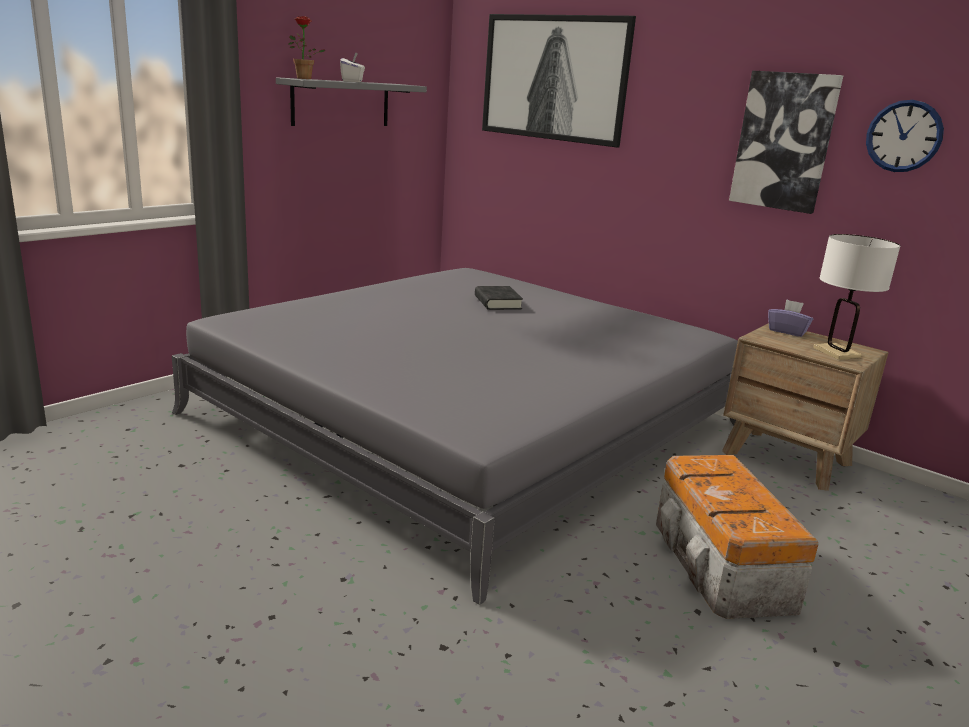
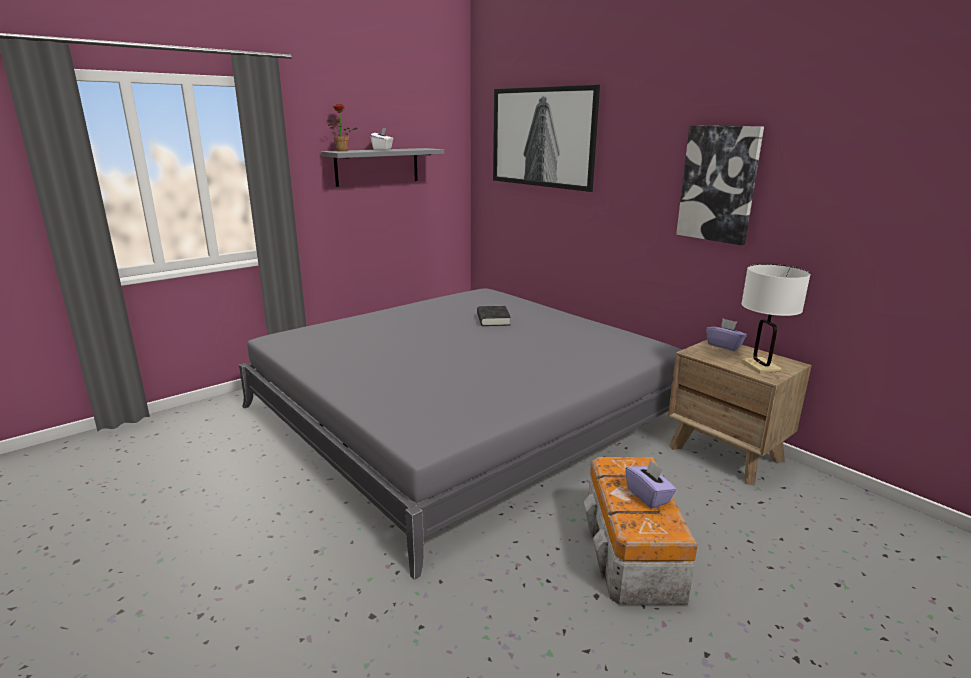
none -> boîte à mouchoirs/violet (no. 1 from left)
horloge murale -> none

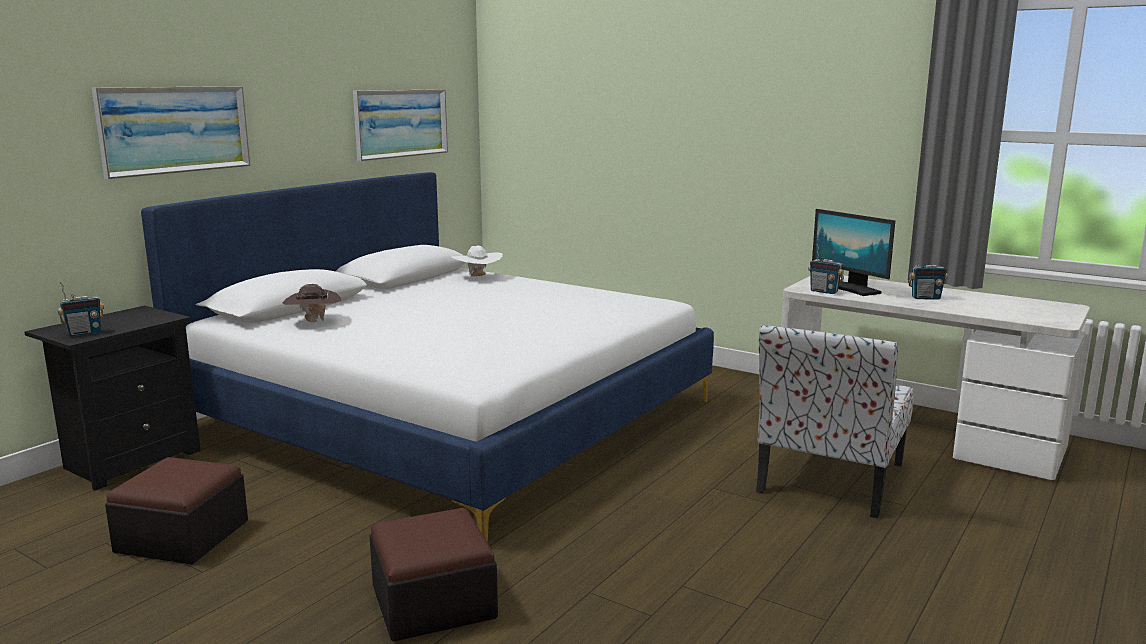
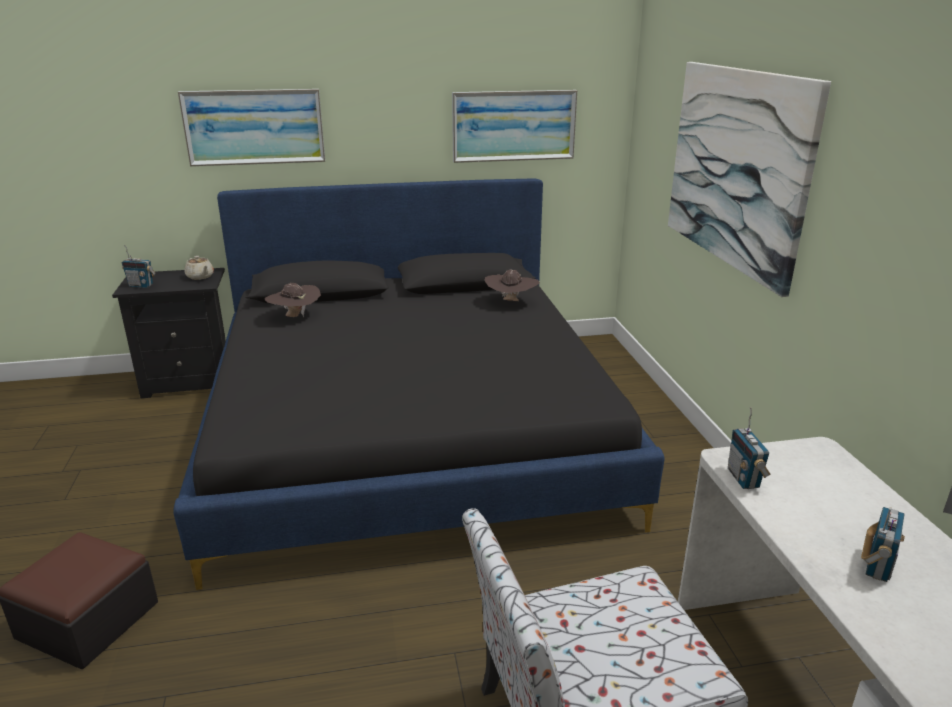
lit/blanc -> lit/noir
none -> théière/beige
chapeau/blanc -> chapeau/marron (no. 2 from left)
none -> tableau (no. 3 from left)
radio (no. 3 from left), 105 degrees counterclockwise
pouf (no. 1 from left) -> none
écran d'ordinateur -> none

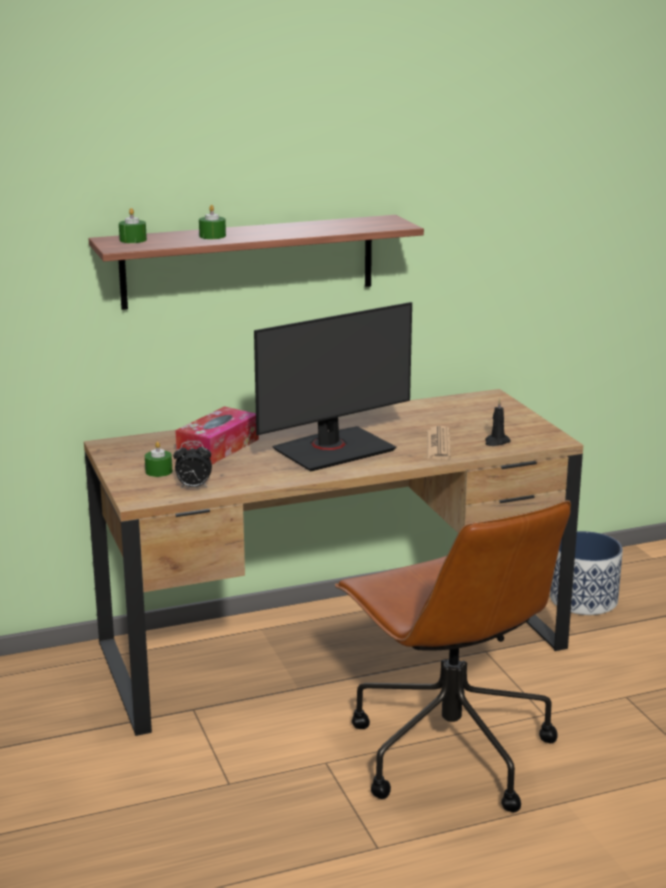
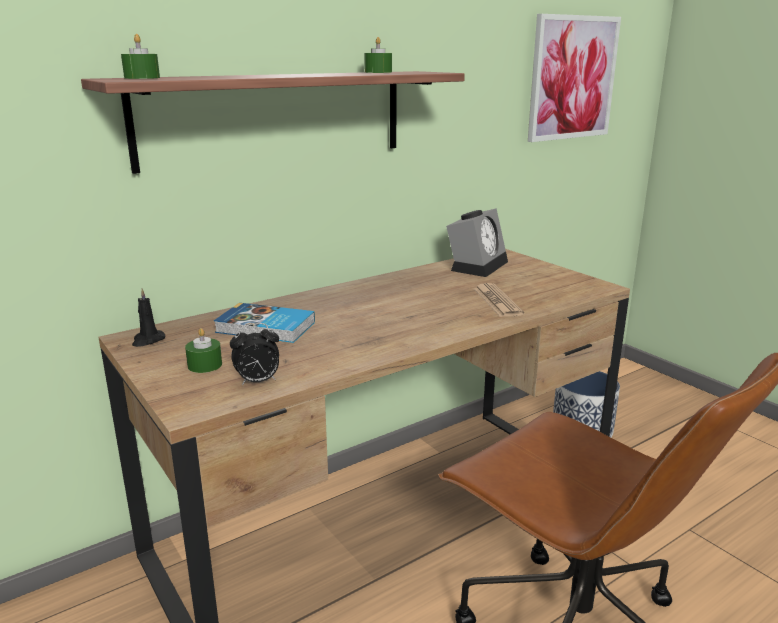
bougie/noir, relocated
boîte à mouchoirs -> livre
bougie/vert (no. 3 from left), relocated
none -> réveil (no. 2 from left)
none -> tableau
écran d'ordinateur -> none

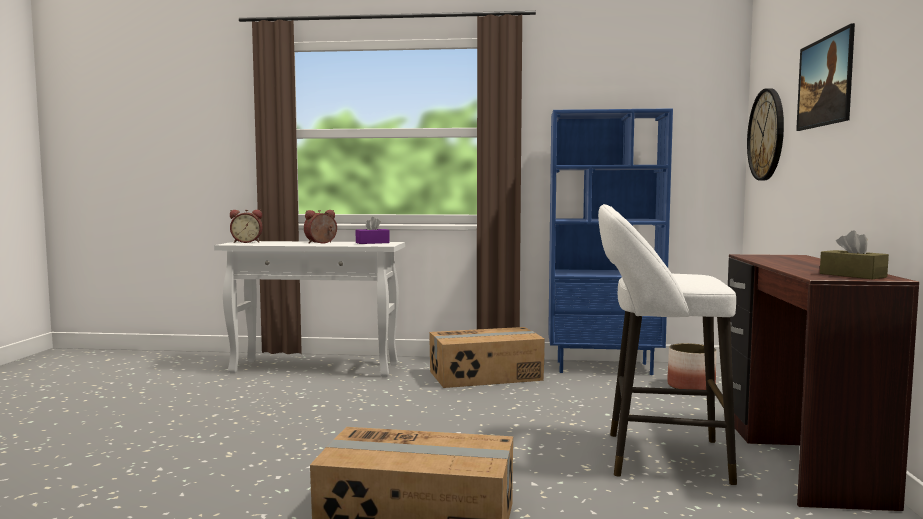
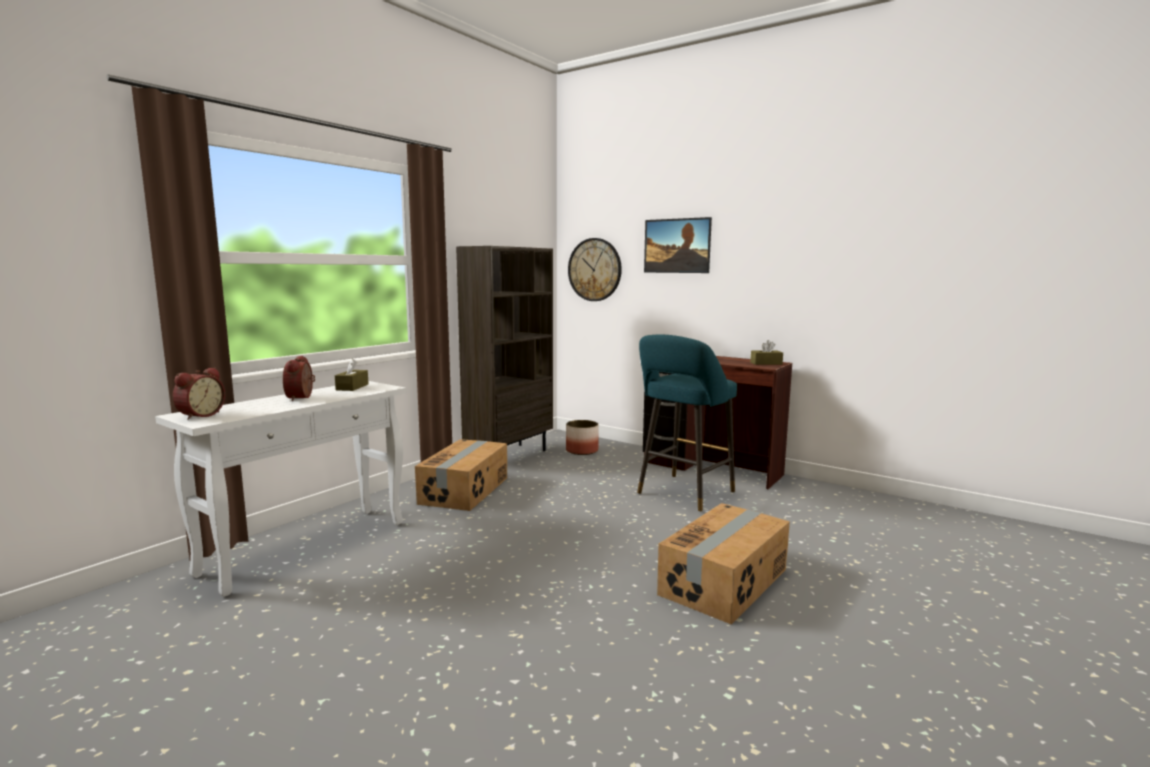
boîte à mouchoirs/violet -> boîte à mouchoirs/marron (no. 1 from left)
bibliothèque/bleu -> bibliothèque/marron
tabouret/blanc -> tabouret/turquoise

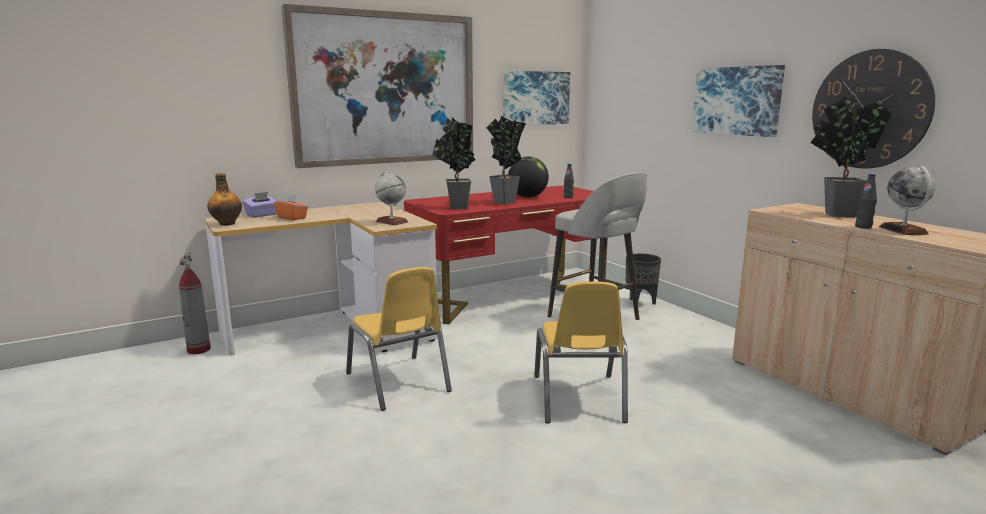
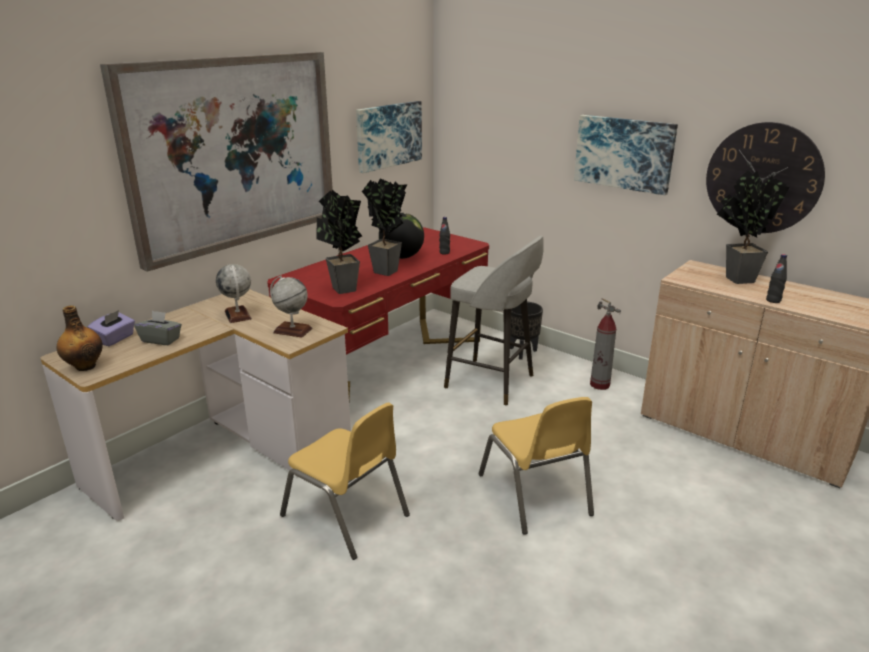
boîte à mouchoirs/orange -> boîte à mouchoirs/gris
globe (no. 3 from left in the first image) -> globe (no. 1 from left), relocated
extincteur, relocated

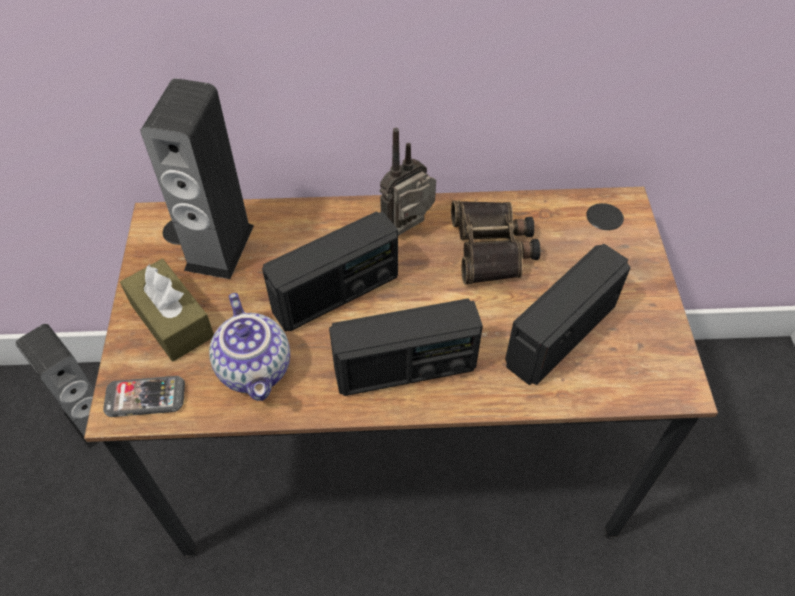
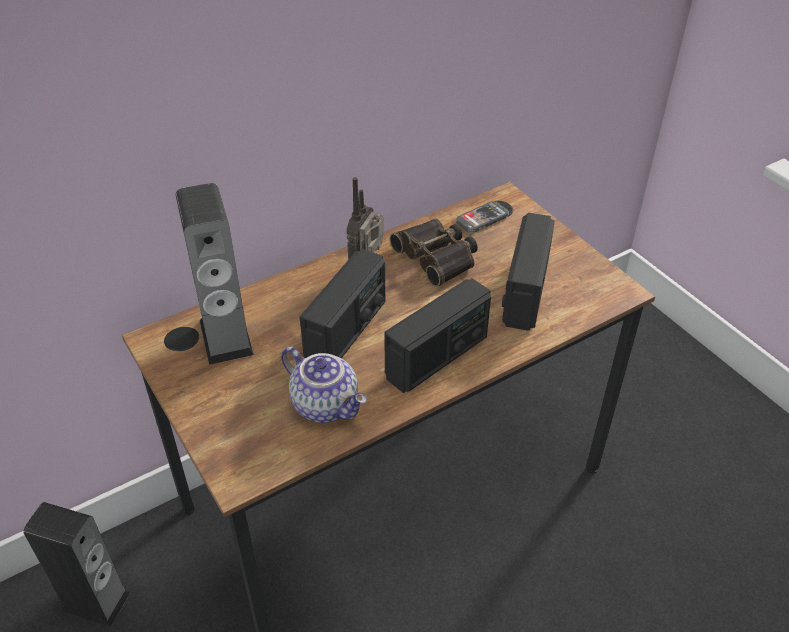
téléphone, relocated
boîte à mouchoirs/marron -> none

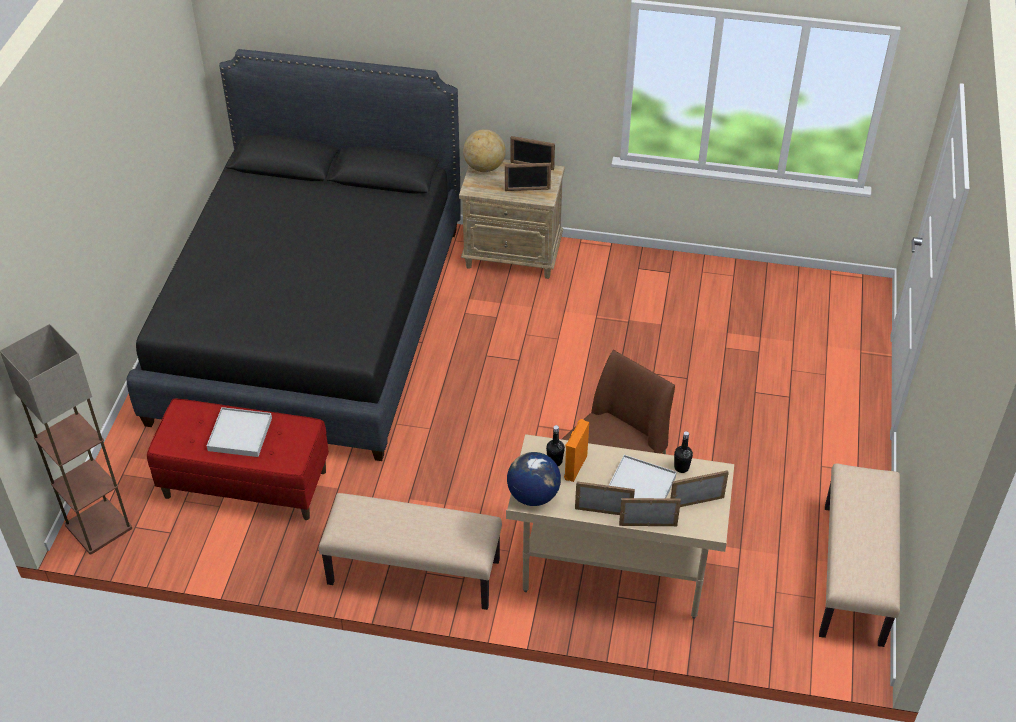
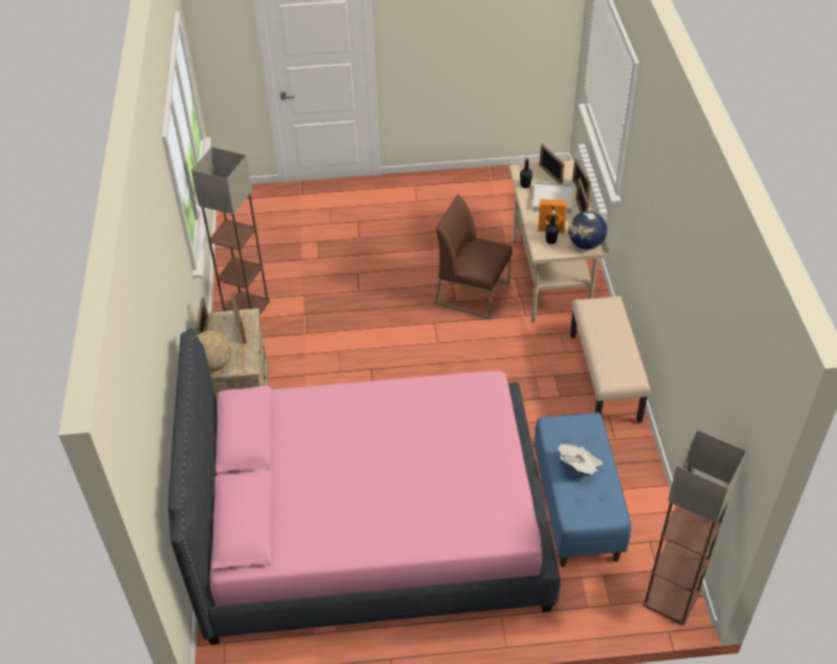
lit/noir -> lit/rose
none -> lampadaire (no. 1 from left)
banc/rouge -> banc/bleu
plateau/blanc (no. 1 from left) -> journal
banc/beige (no. 2 from left) -> none

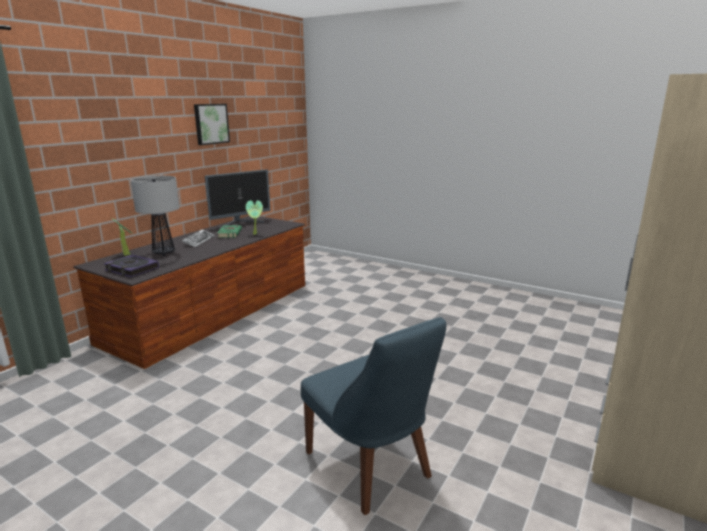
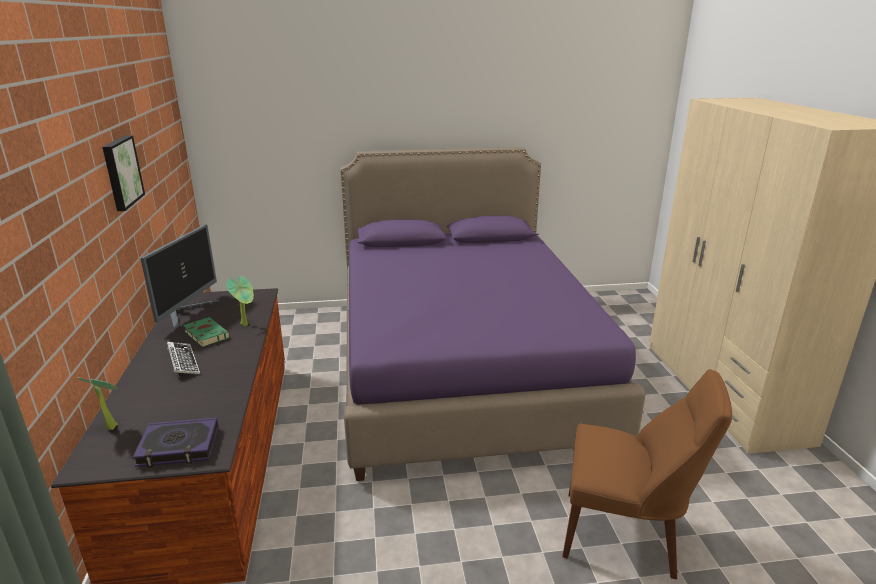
none -> lit/violet
chaise/bleu -> chaise/marron
lampe de table -> none

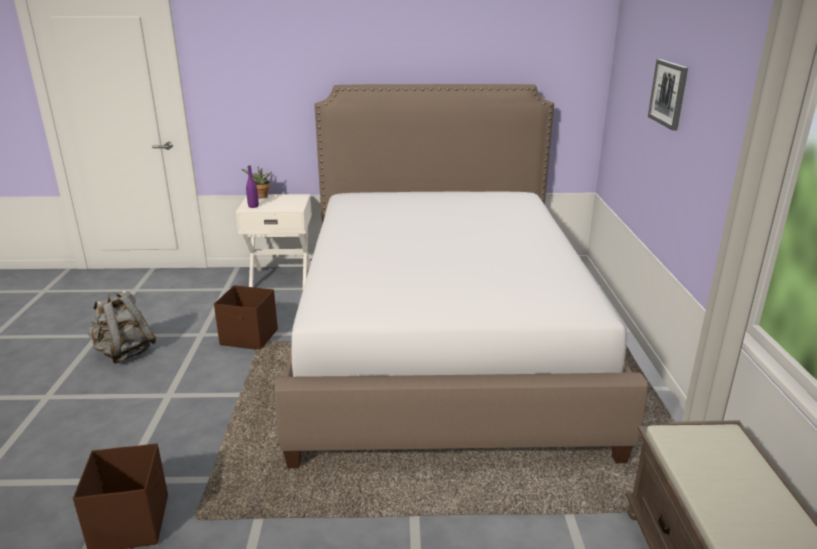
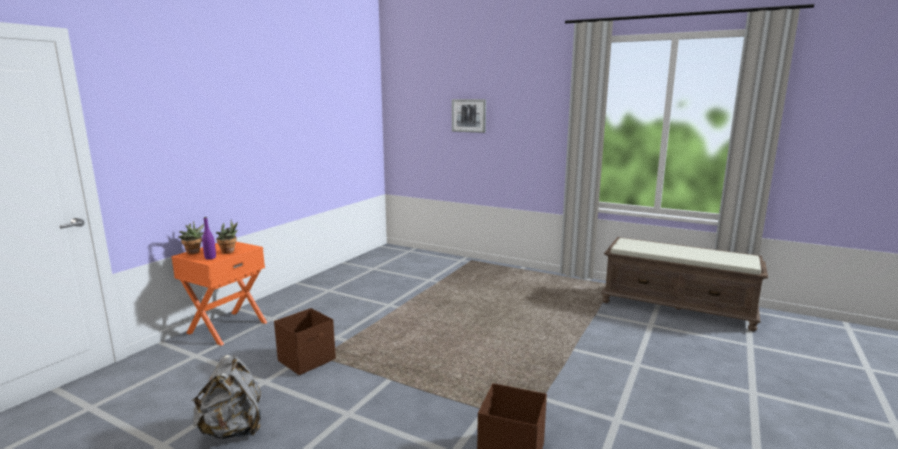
table de chevet/blanc -> table de chevet/orange
none -> plante en pot (no. 2 from left)
lit -> none

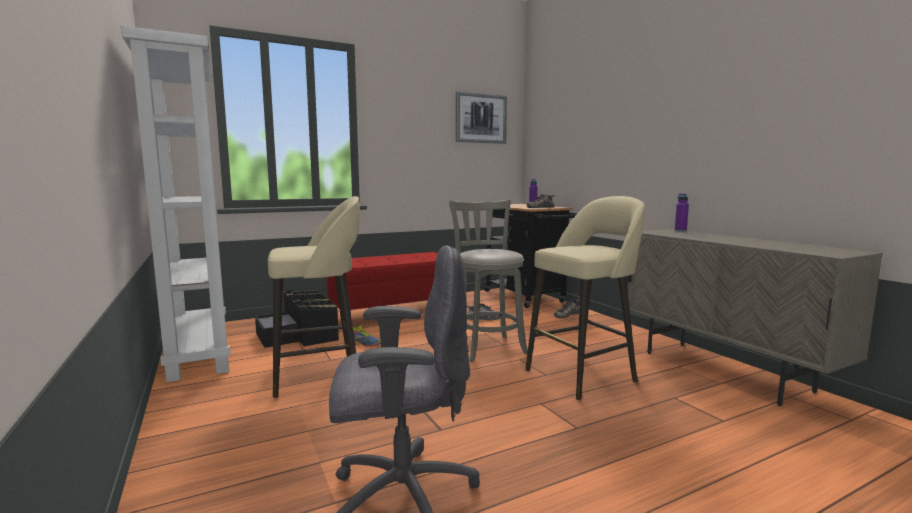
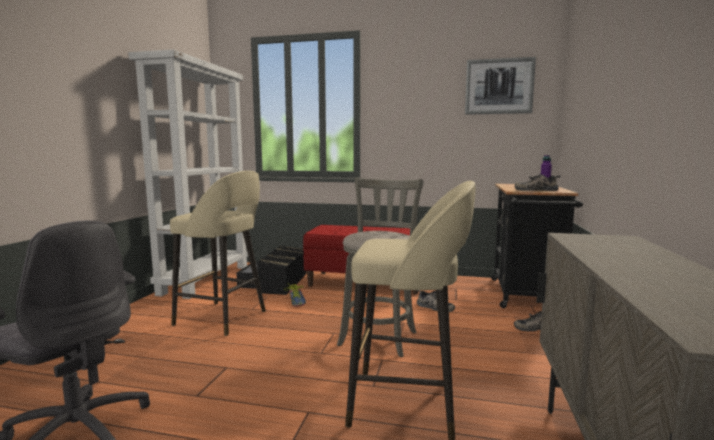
bouteille/violet (no. 2 from left) -> none

